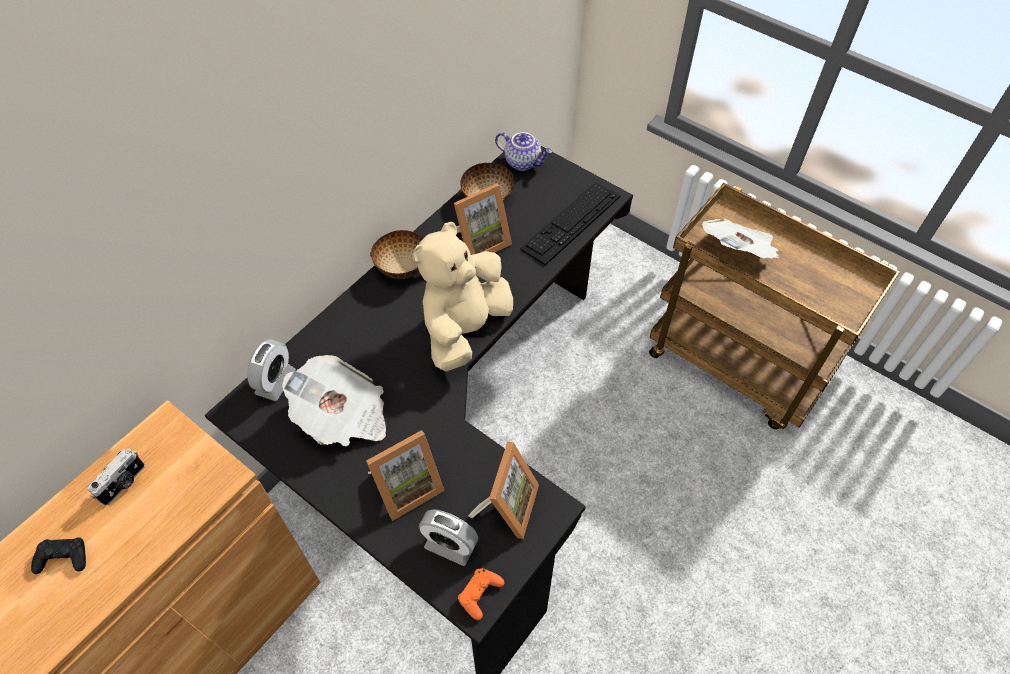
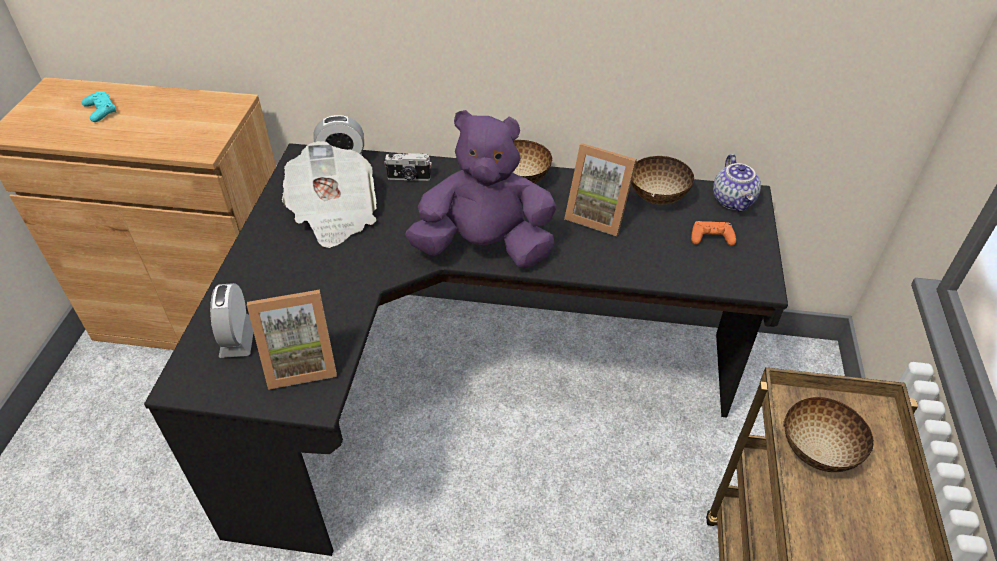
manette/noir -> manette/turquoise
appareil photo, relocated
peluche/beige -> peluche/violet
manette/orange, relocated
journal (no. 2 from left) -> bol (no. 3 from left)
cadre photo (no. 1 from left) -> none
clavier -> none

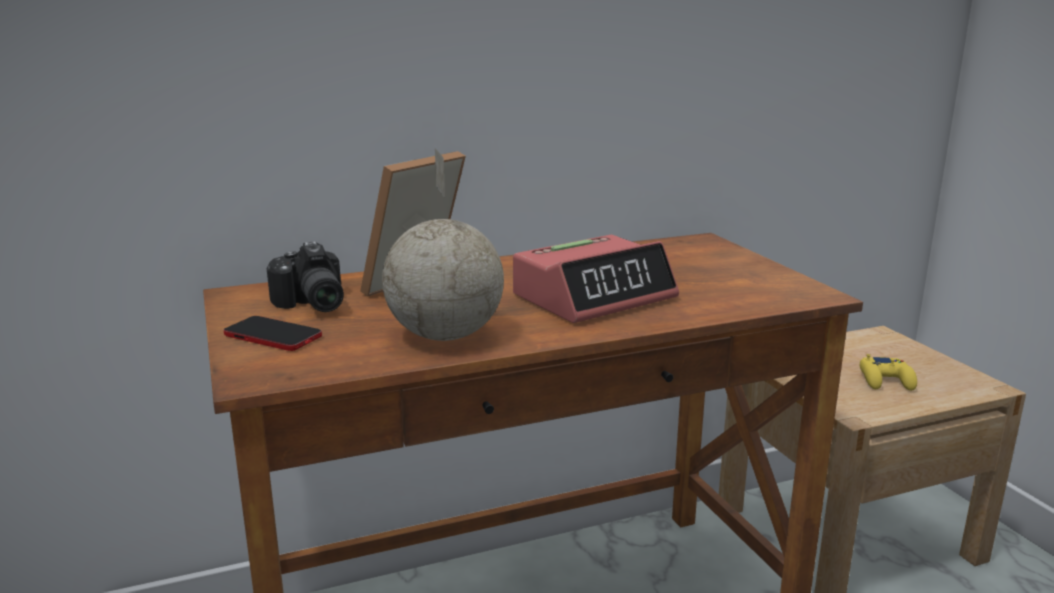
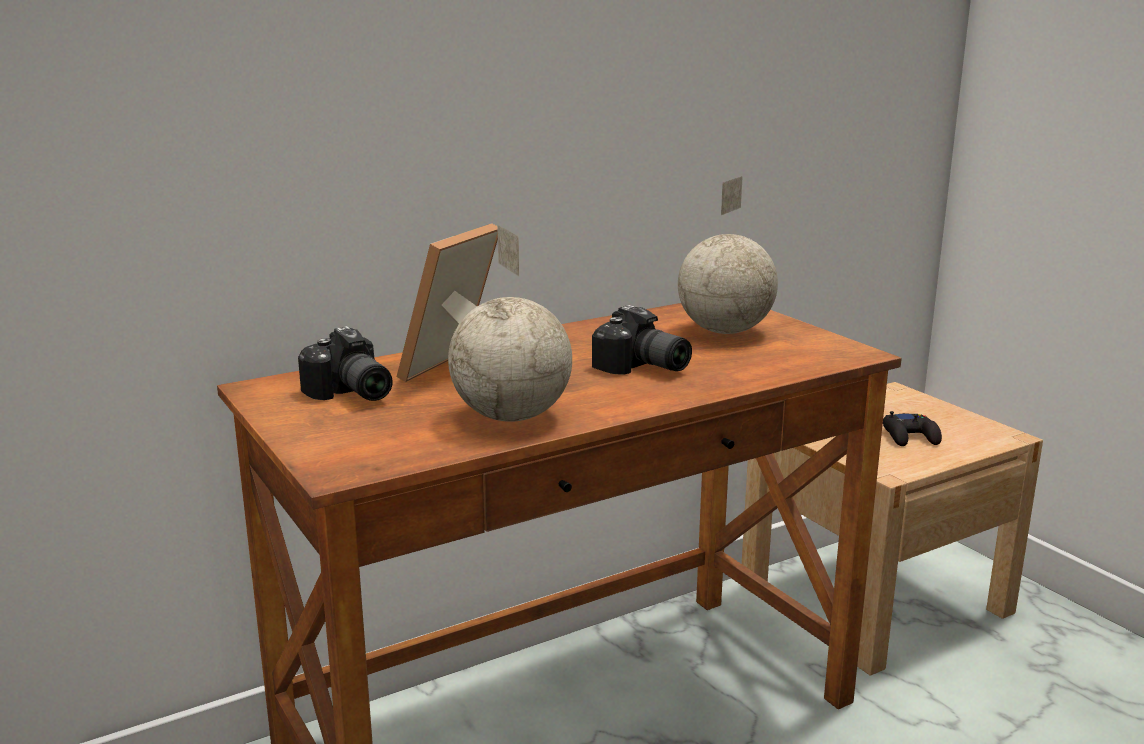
réveil -> appareil photo (no. 2 from left)
none -> globe (no. 2 from left)
manette/jaune -> manette/noir
téléphone -> none

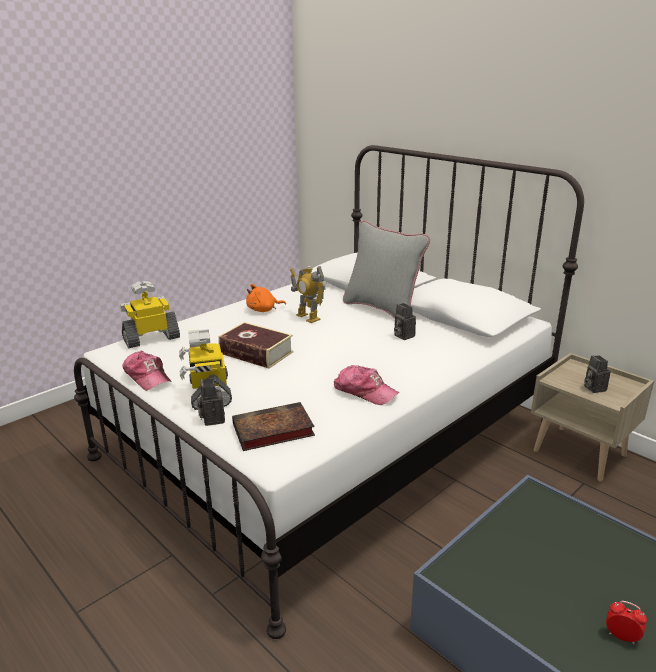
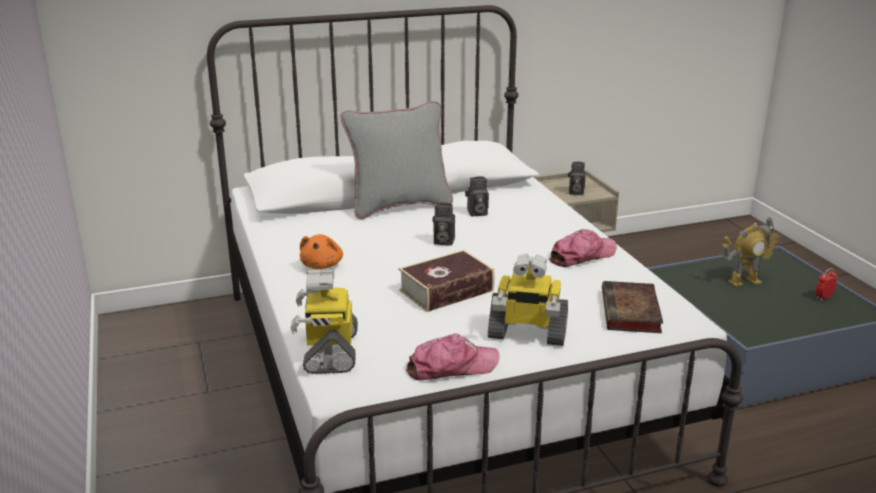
appareil photo (no. 1 from left), relocated
robot jouet (no. 3 from left), relocated

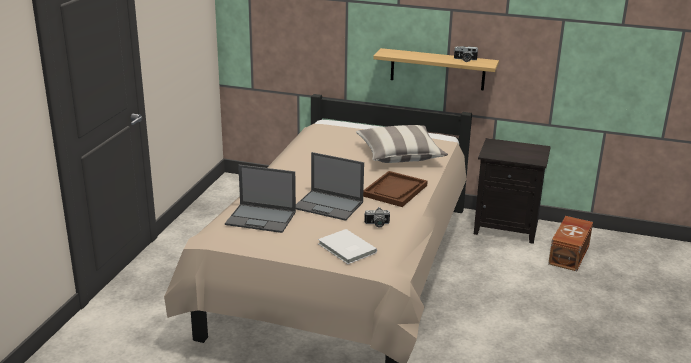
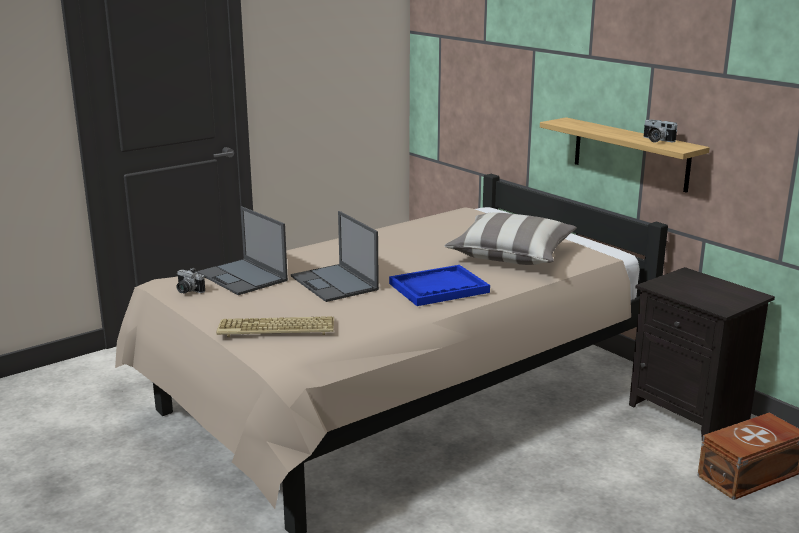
appareil photo (no. 1 from left), relocated
livre/blanc -> clavier
plateau/marron -> plateau/bleu

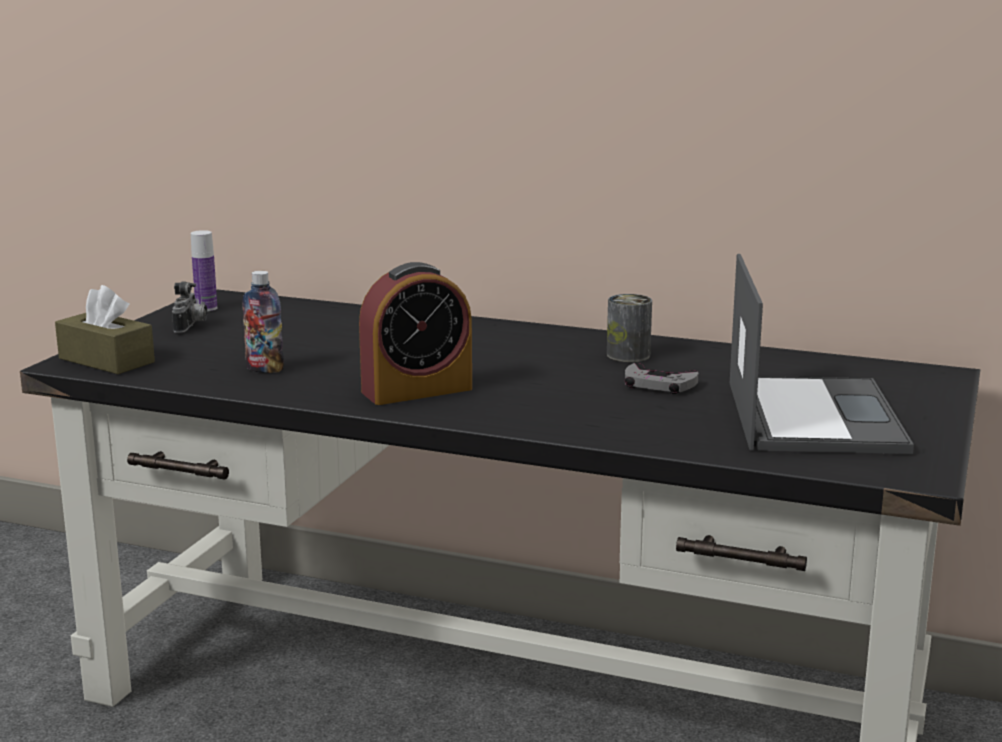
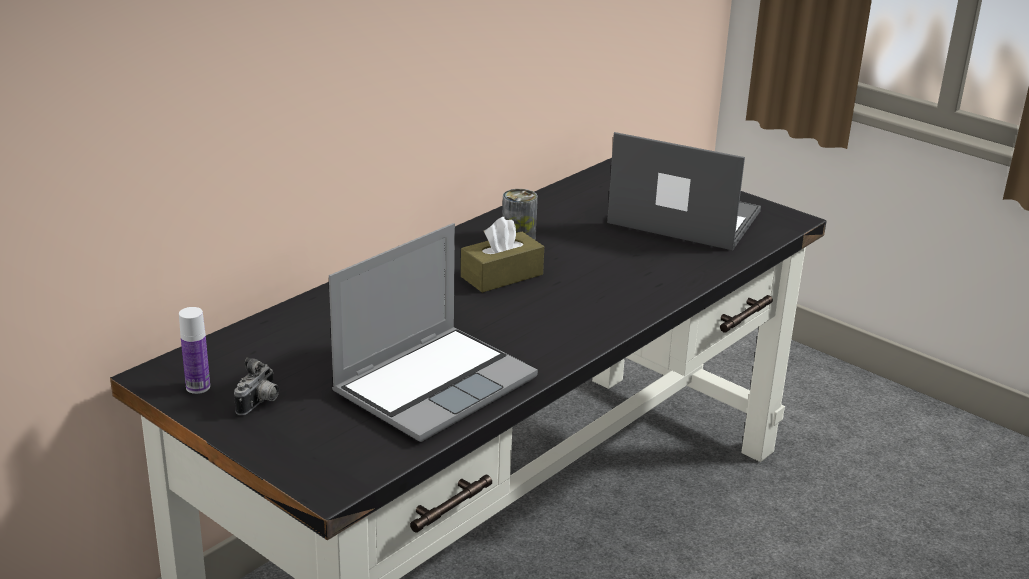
appareil photo, 90 degrees clockwise
bouteille (no. 2 from left) -> ordinateur portable (no. 1 from left)
boîte à mouchoirs/marron, relocated
réveil -> none
manette/gris -> none

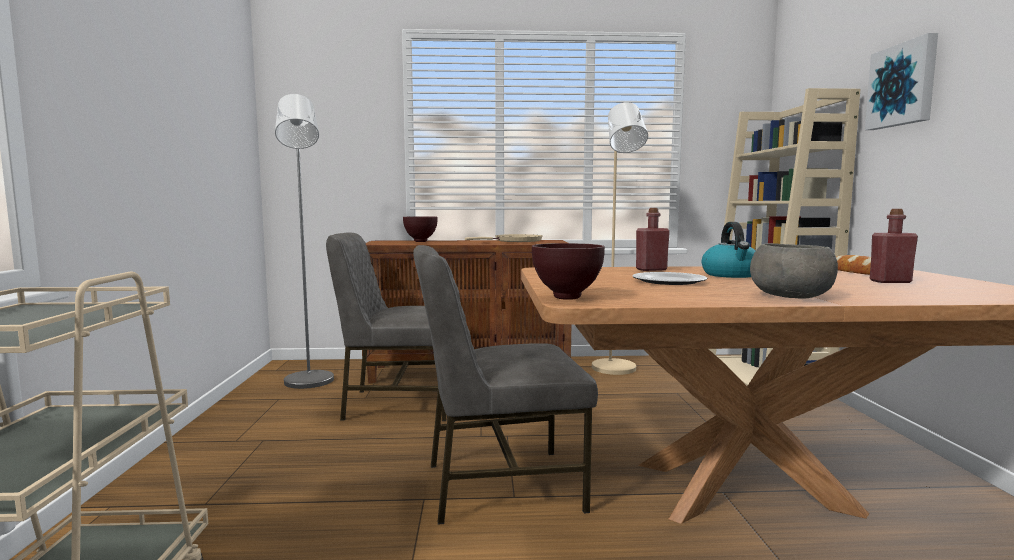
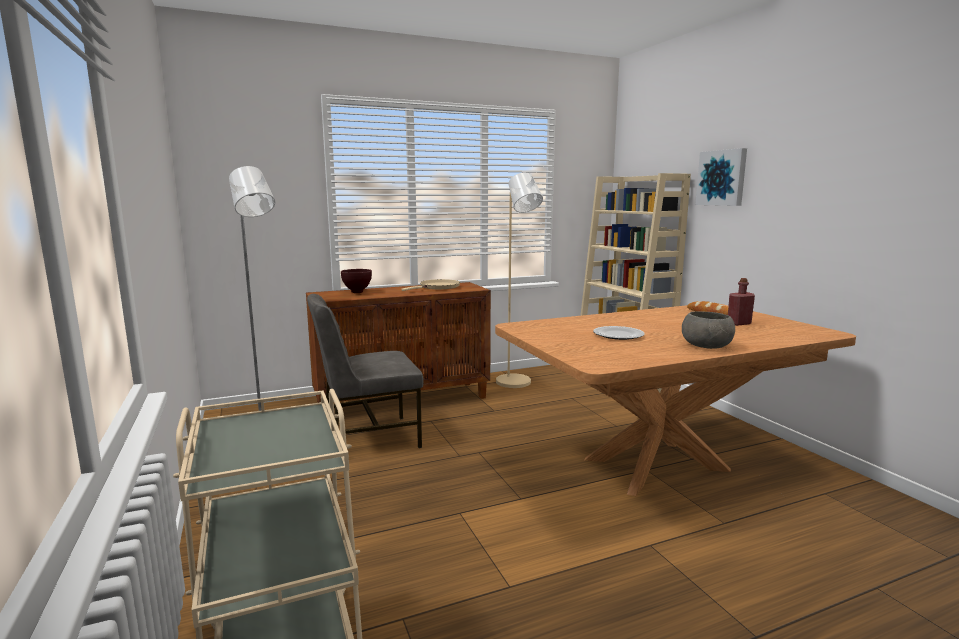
chaise/gris (no. 2 from left) -> none
bol/marron (no. 2 from left) -> none
bouteille/rouge (no. 1 from left) -> none
bouilloire -> none

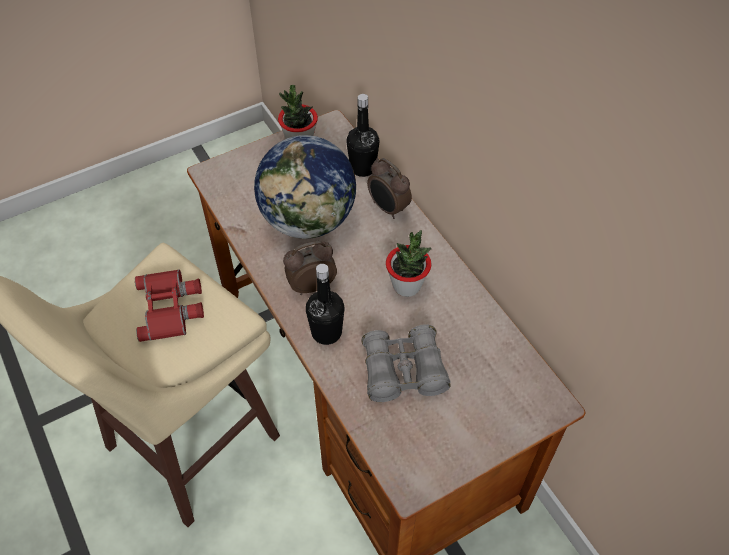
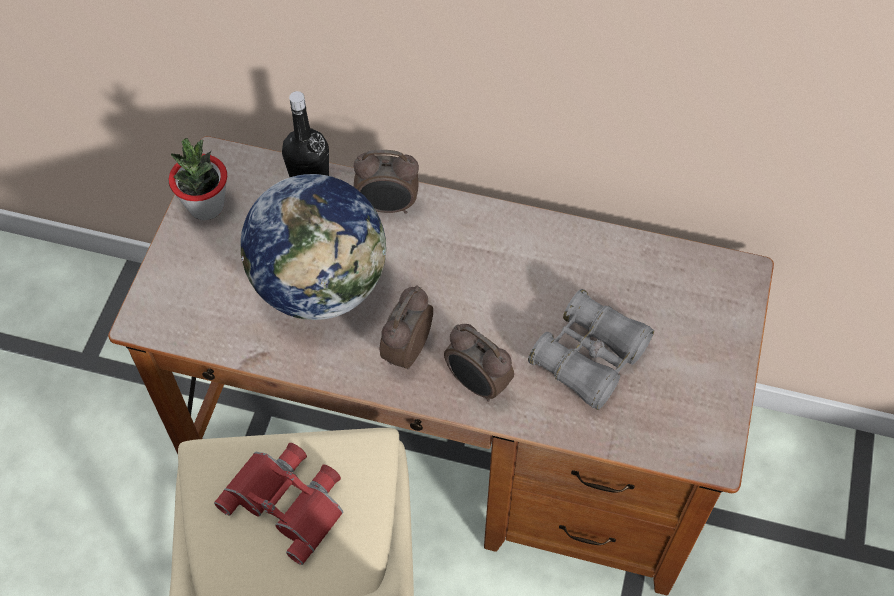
bouteille/noir (no. 1 from left) -> réveil (no. 3 from left)
plante en pot (no. 2 from left) -> none

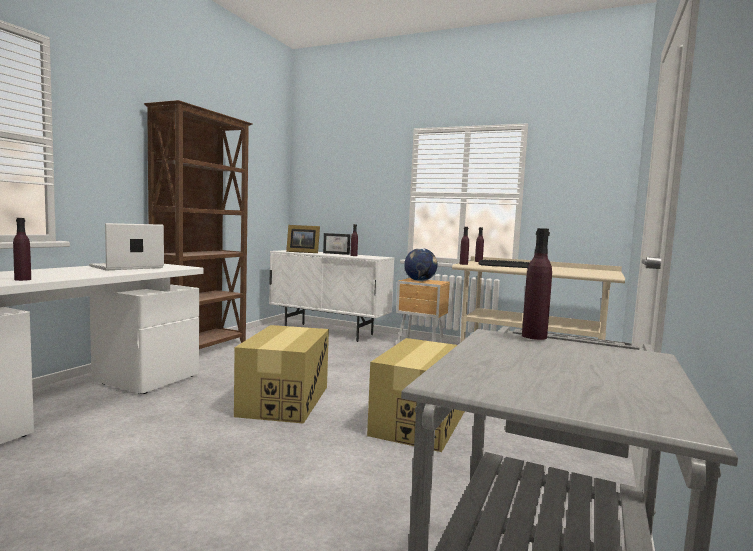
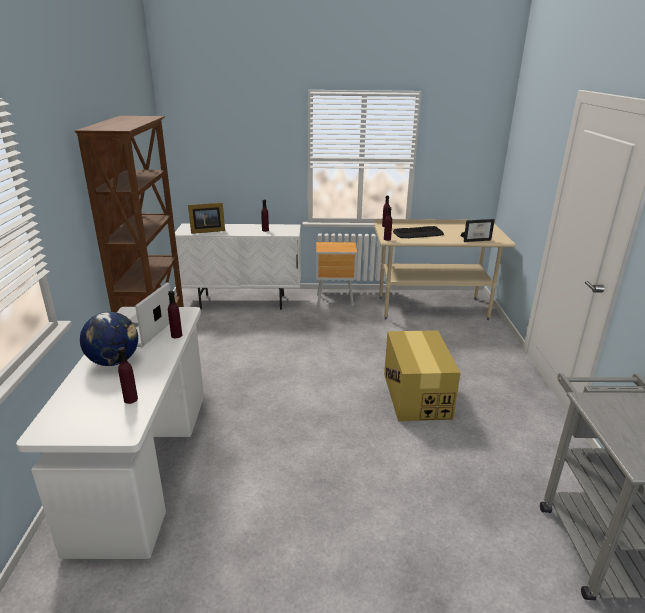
globe, relocated
bouteille/violet (no. 5 from left in the first image) -> bouteille/violet (no. 2 from left), relocated
cadre photo (no. 2 from left), relocated
carton (no. 1 from left) -> none

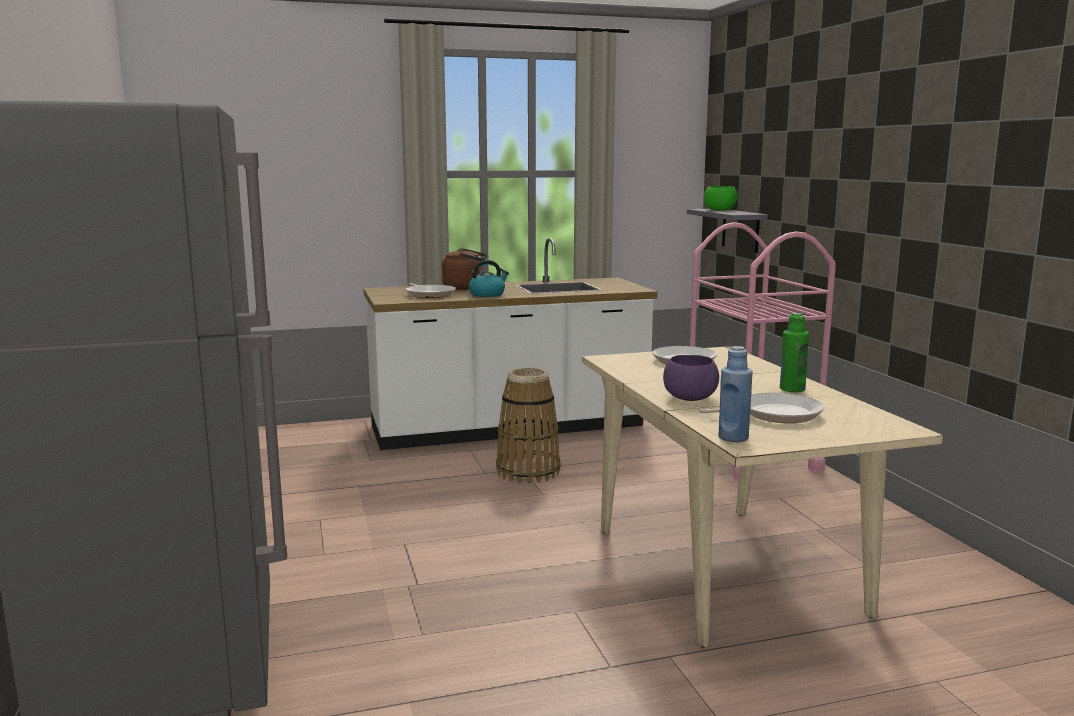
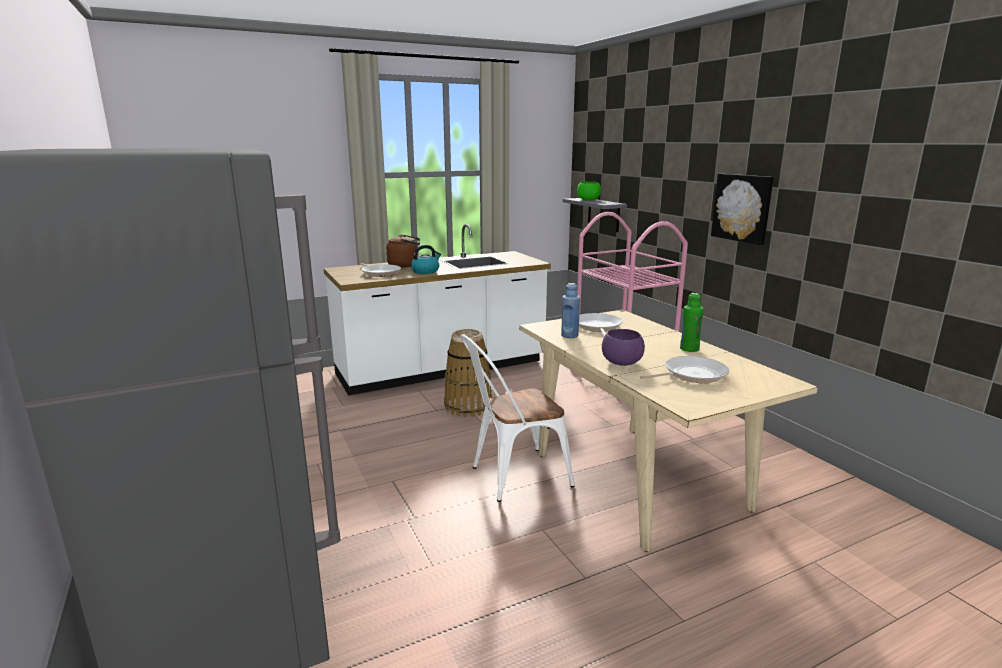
none -> chaise/blanc
bouteille/bleu, relocated
none -> tableau

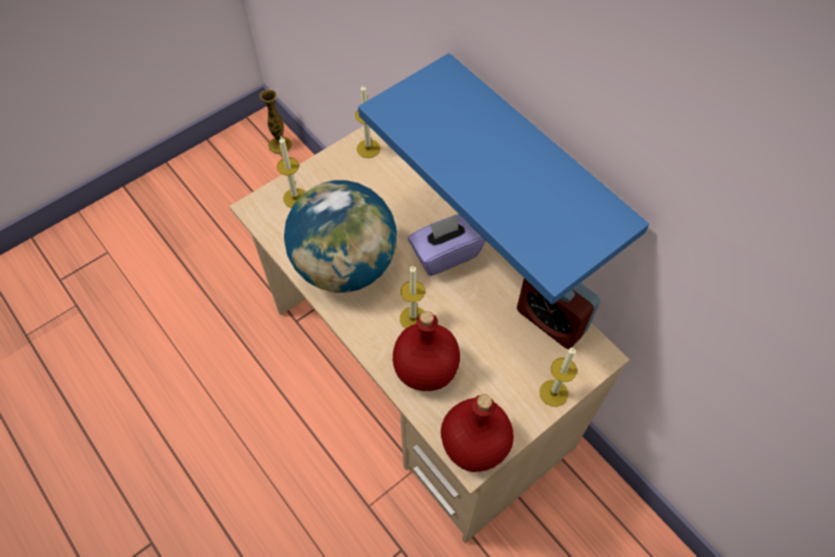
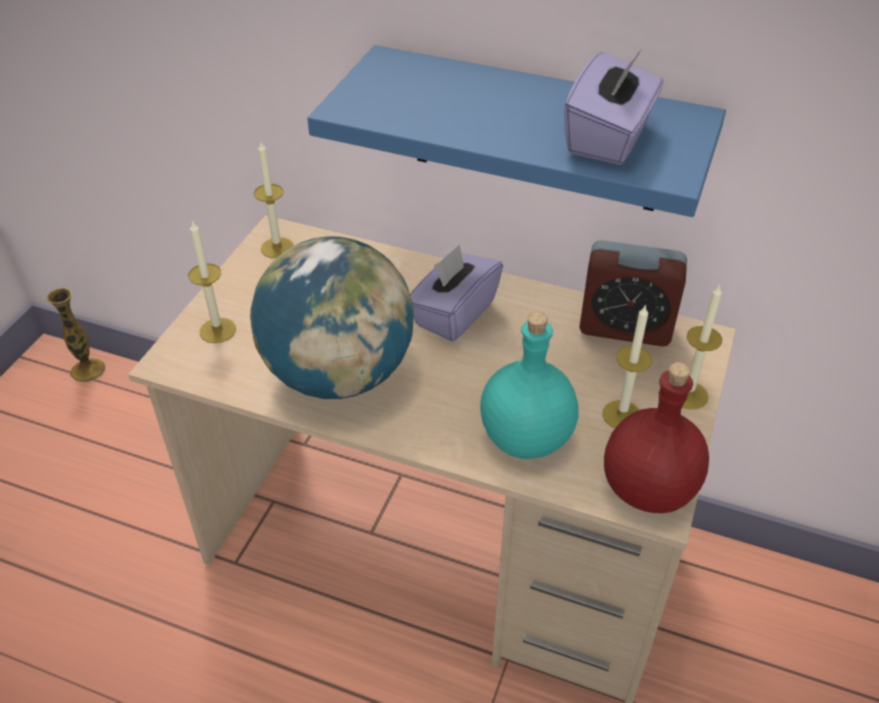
bouteille/rouge (no. 1 from left) -> bouteille/turquoise
none -> boîte à mouchoirs/violet (no. 2 from left)
bougie (no. 3 from left), relocated

